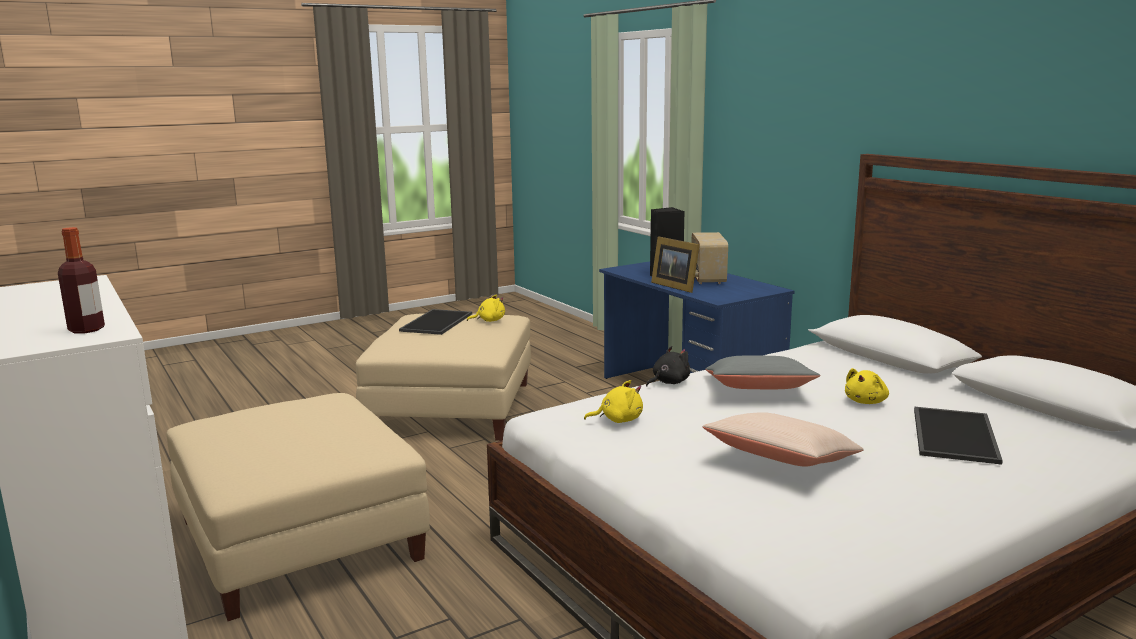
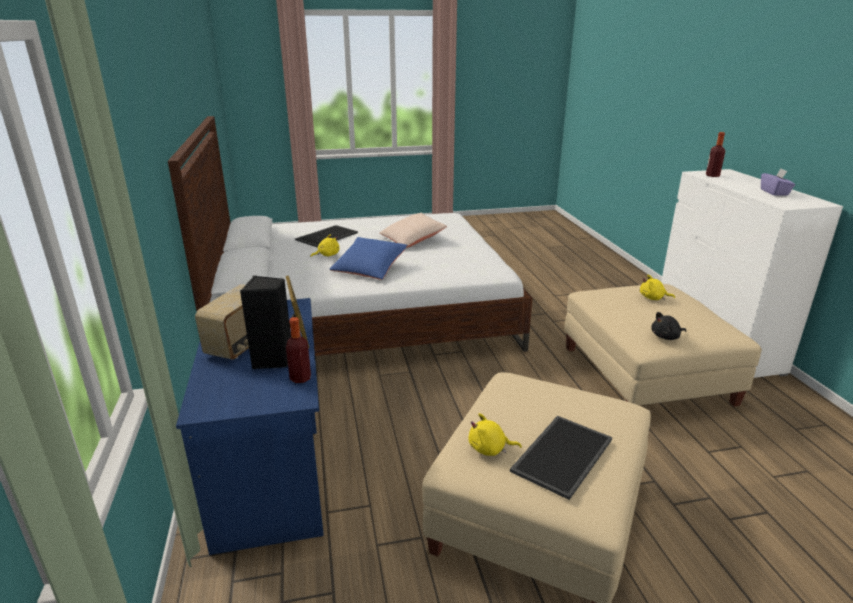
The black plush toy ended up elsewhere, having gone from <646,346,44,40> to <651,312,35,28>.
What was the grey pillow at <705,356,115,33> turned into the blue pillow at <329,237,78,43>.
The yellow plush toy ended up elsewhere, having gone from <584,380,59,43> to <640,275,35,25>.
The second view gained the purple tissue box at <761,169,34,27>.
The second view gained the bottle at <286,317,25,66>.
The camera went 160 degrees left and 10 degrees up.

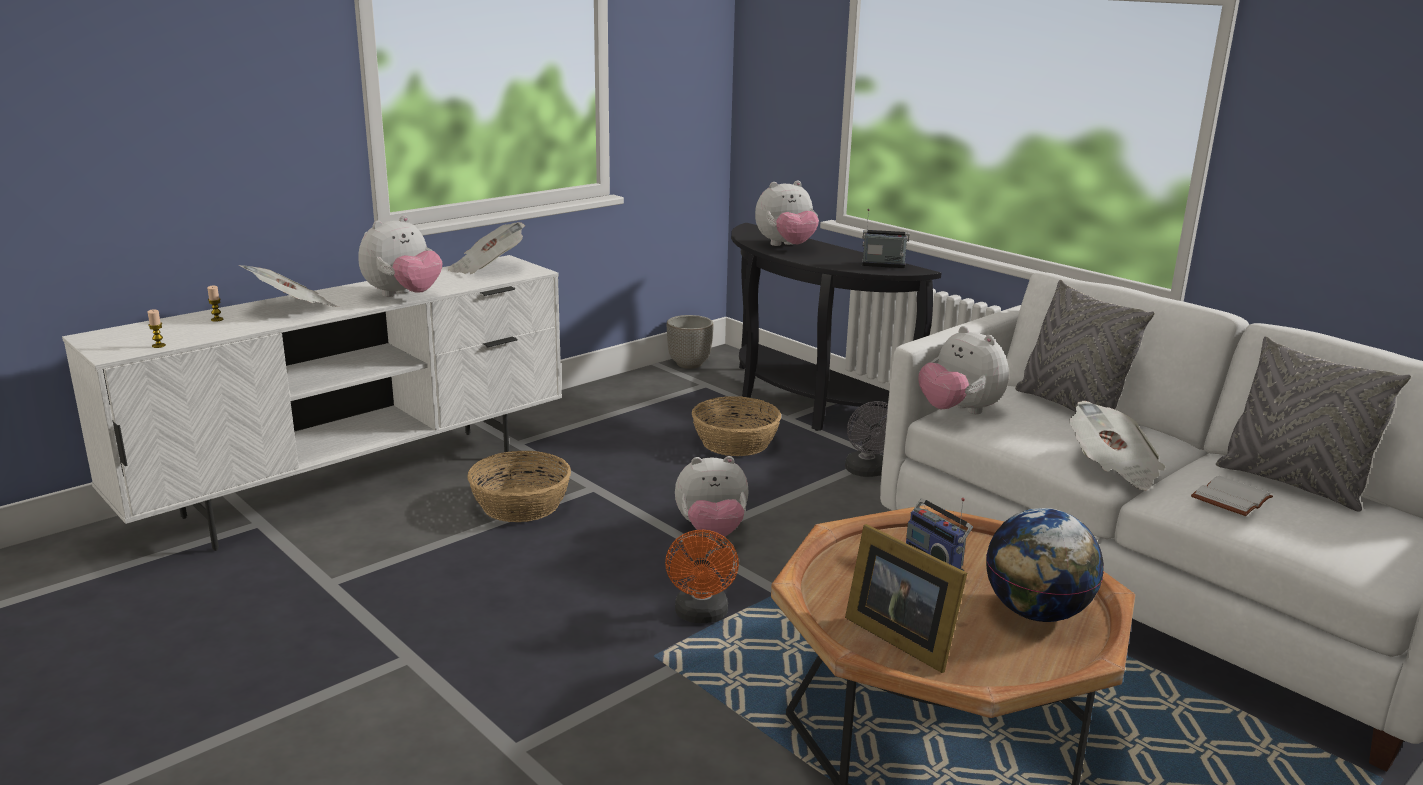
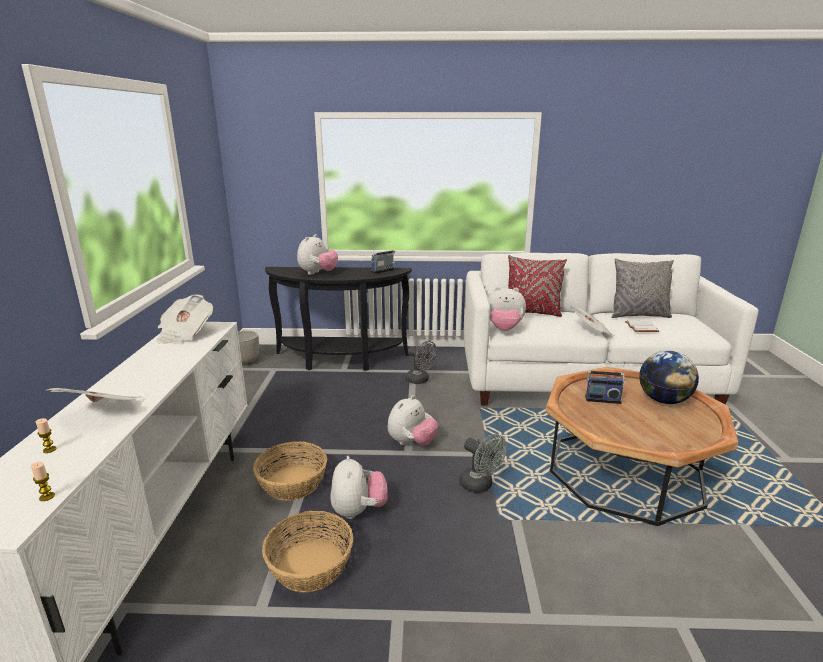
The plush toy ended up elsewhere, having gone from <358,215,85,82> to <330,456,58,63>.
What was the grey pillow at <1015,280,140,132> turned into the red pillow at <508,255,59,62>.
The basket ended up elsewhere, having gone from <692,396,89,60> to <262,511,91,82>.
The second view lost the picture frame at <845,524,122,149>.
What was the orange fan at <665,530,74,93> turned into the grey fan at <459,434,47,59>.
The camera went 45 degrees left and 0 degrees up.

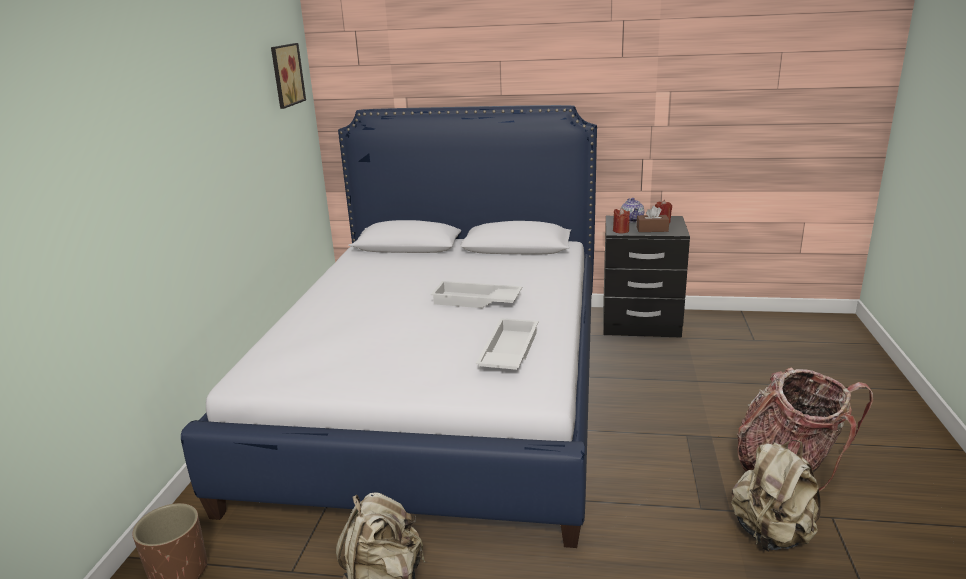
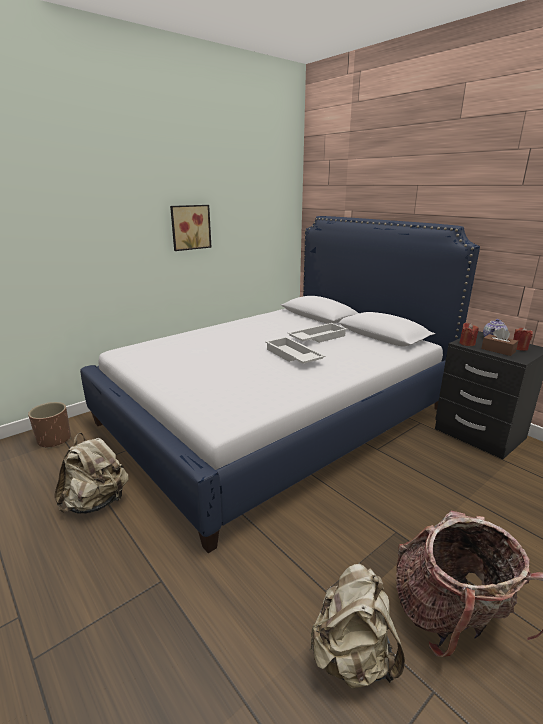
The picture ended up elsewhere, having gone from <271,43,35,66> to <170,205,41,46>.
The white tray ended up elsewhere, having gone from <476,318,63,52> to <288,323,59,20>.
The camera went 40 degrees right and 0 degrees up.

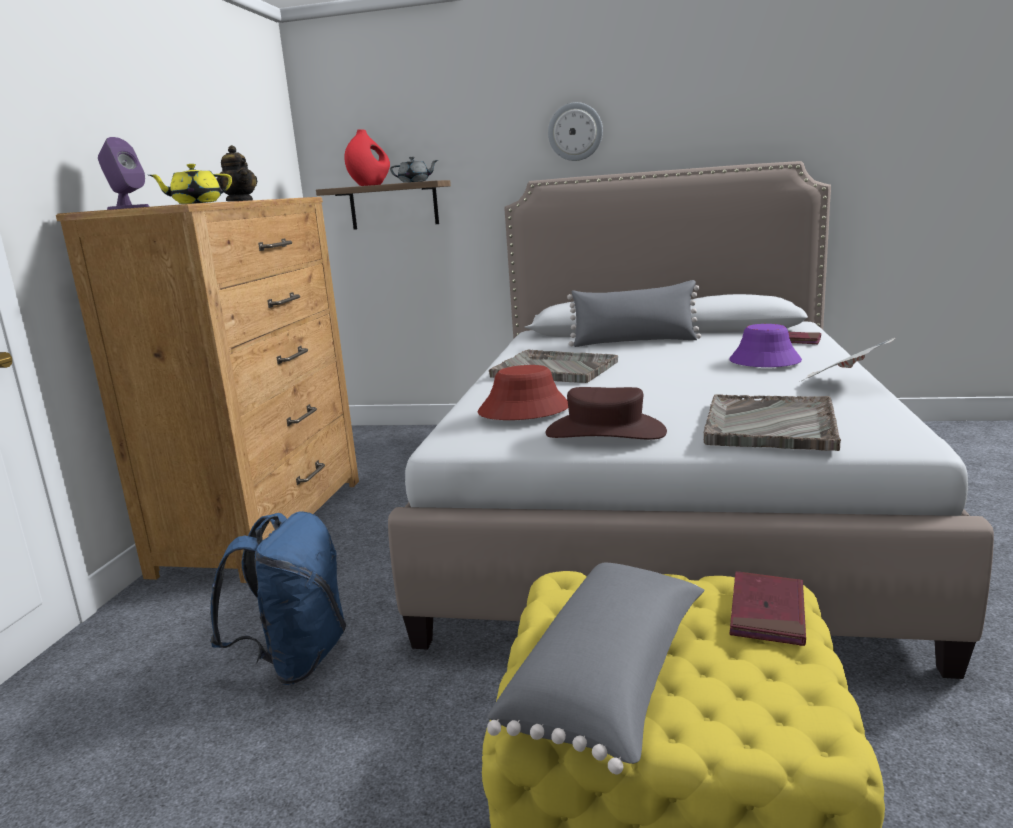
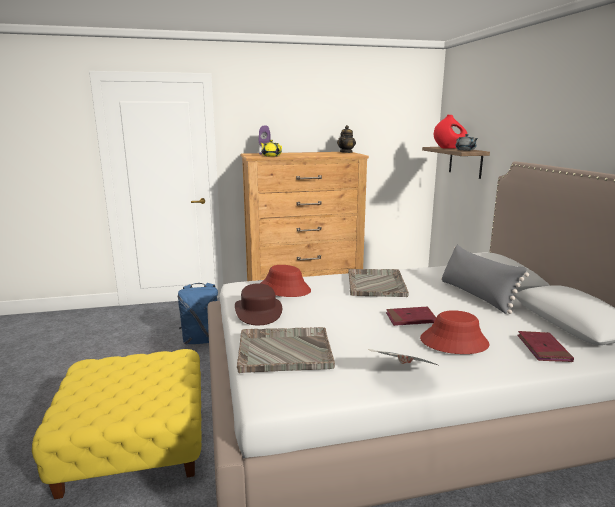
The second view lost the wall clock at <548,102,55,59>.
What was the purple hat at <729,324,73,43> turned into the red hat at <420,310,69,44>.
The second view lost the grey pillow at <487,563,217,212>.
The red book ended up elsewhere, having gone from <730,571,76,75> to <386,307,50,19>.
The camera went 65 degrees right and 0 degrees up.

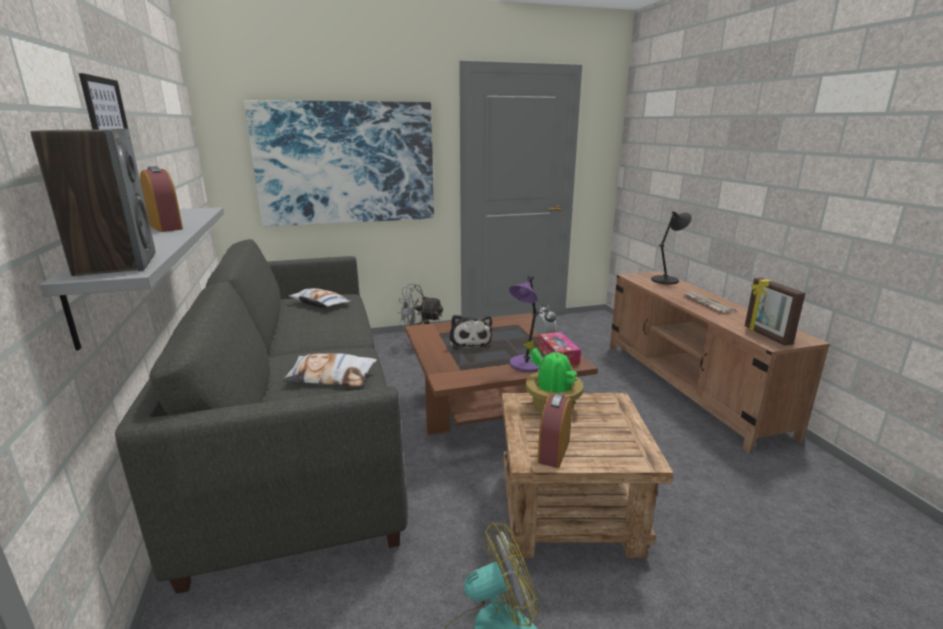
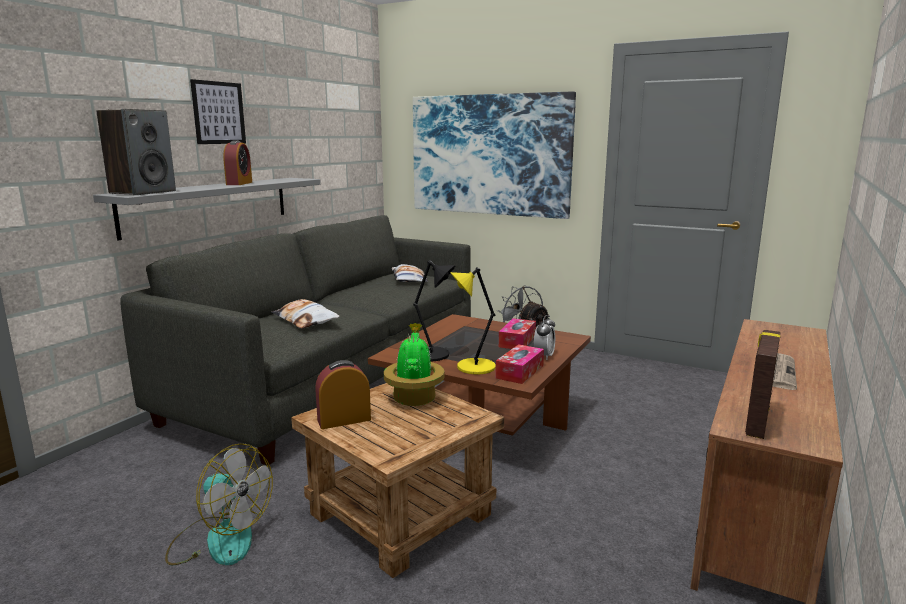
The black table lamp ended up elsewhere, having gone from <651,211,41,74> to <413,260,43,101>.
What was the purple table lamp at <509,276,30,96> turned into the yellow table lamp at <450,267,46,108>.
The second view lost the plush toy at <449,315,43,35>.
The second view gained the tissue box at <499,318,37,31>.
The camera went 45 degrees right and 5 degrees down.

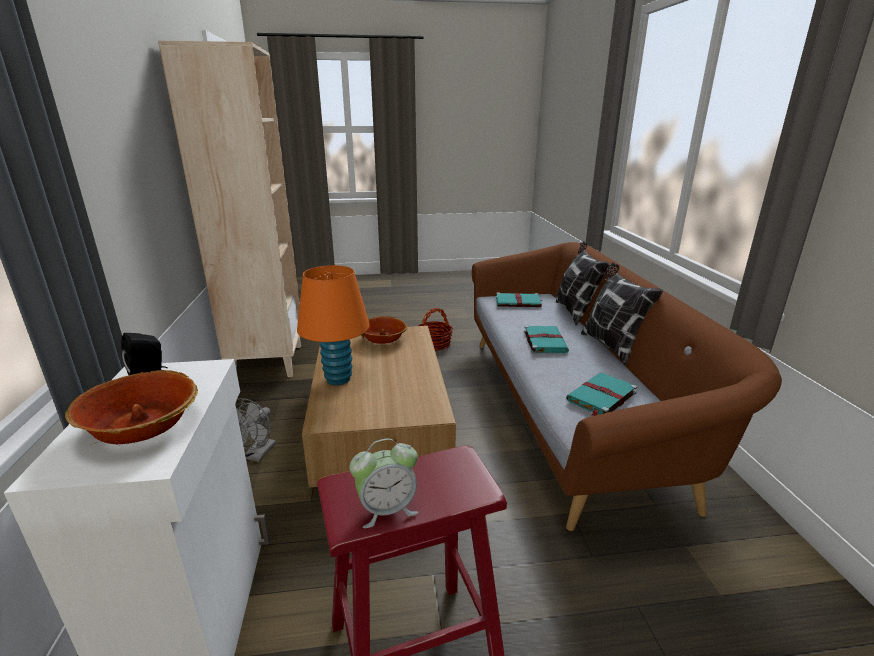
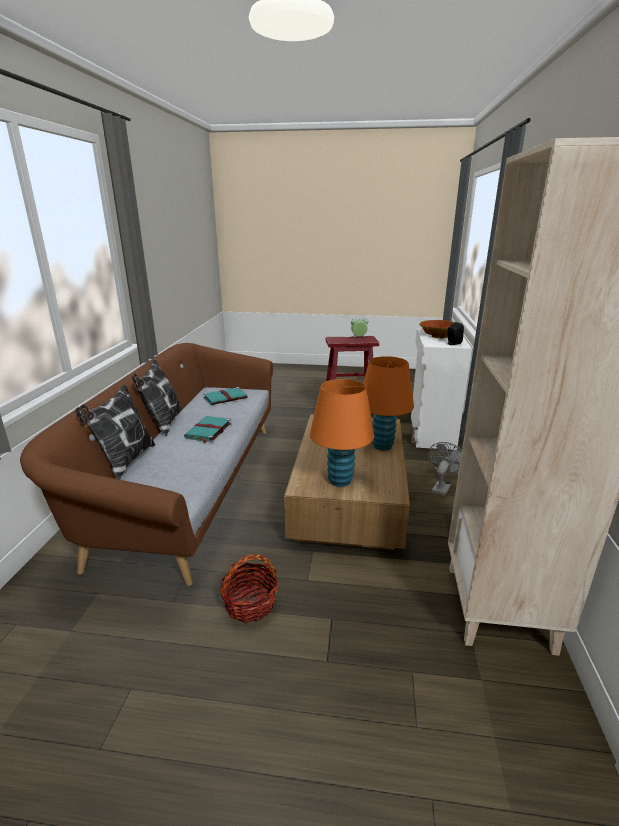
The second view lost the turquoise book at <496,292,46,15>.
Where the bowl stood at <361,316,47,28>, the orange table lamp came to stand at <310,379,64,108>.
The camera went 165 degrees left and 0 degrees up.

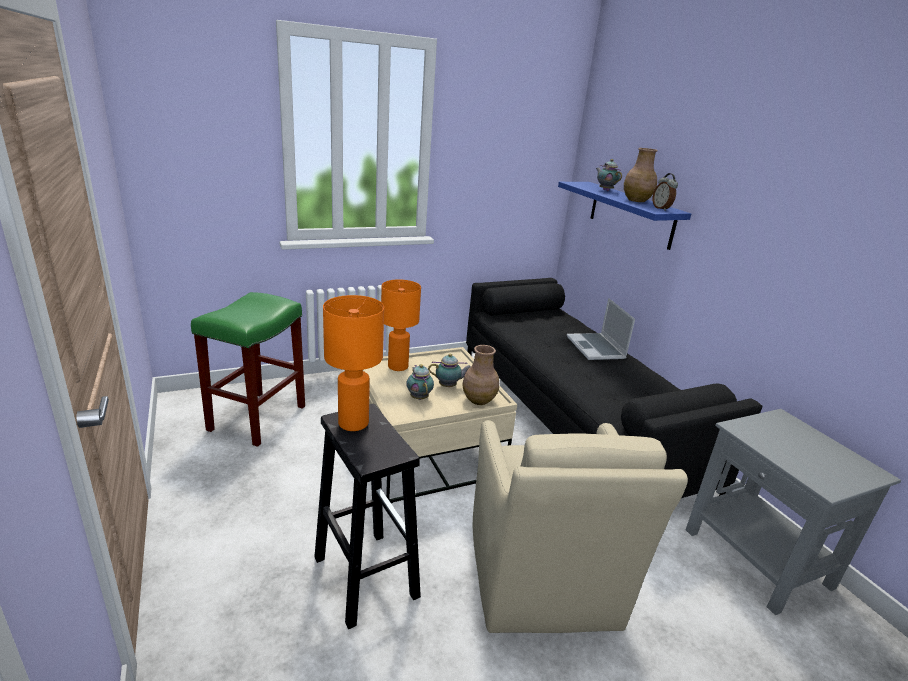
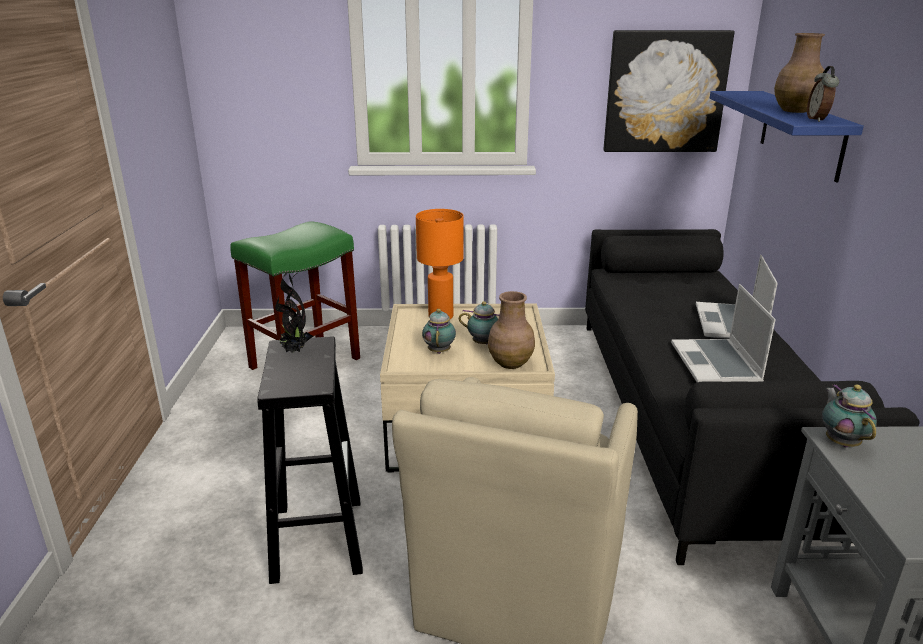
The teapot ended up elsewhere, having gone from <596,159,26,32> to <822,385,55,62>.
Where the orange table lamp stood at <323,295,61,136>, the potted plant came to stand at <275,272,39,81>.
The second view gained the picture at <604,30,131,122>.
The second view gained the laptop at <671,284,105,98>.
The camera went 25 degrees right and 0 degrees up.

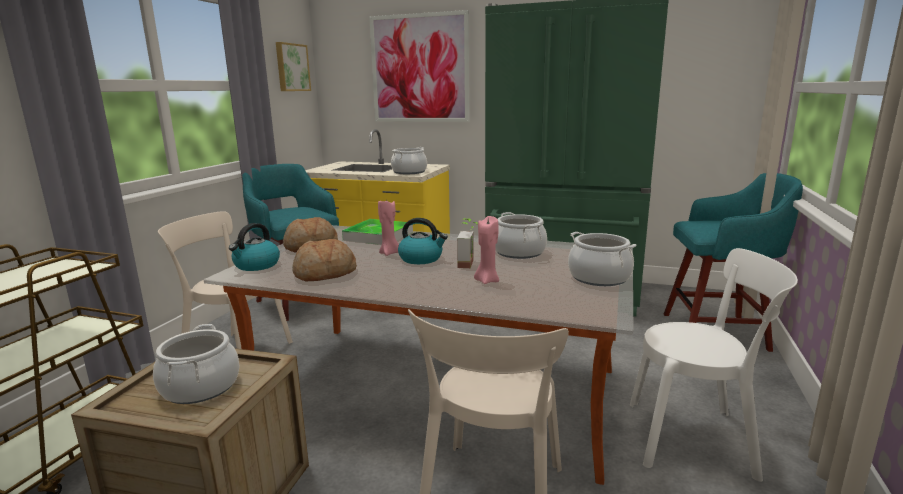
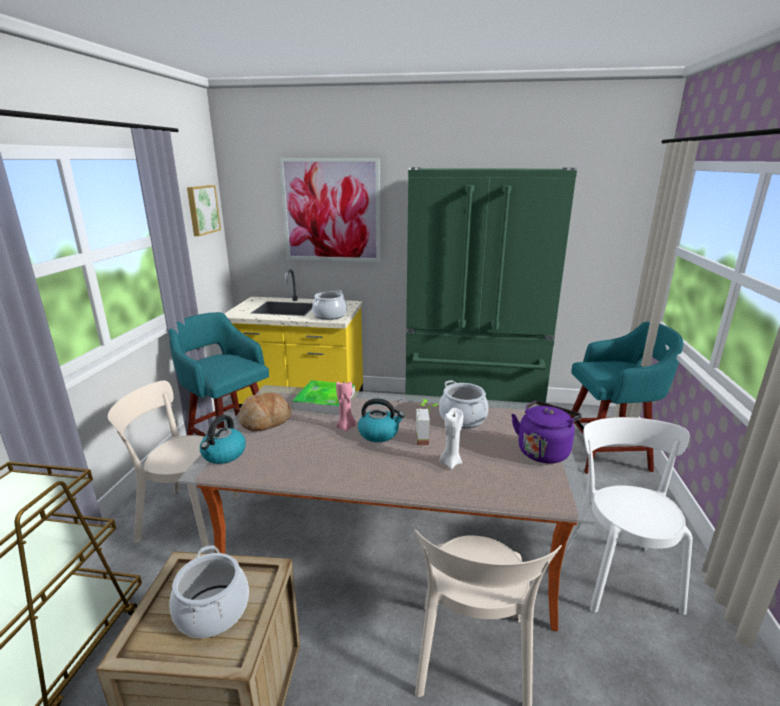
What was the pink candle at <474,216,25,68> turned into the white candle at <439,408,24,61>.
Where the cooking pot stood at <568,232,68,54>, the purple kettle came to stand at <511,401,71,63>.
The second view lost the bread at <292,239,65,42>.
The white chair at <630,248,168,234> ended up facing another way, 90 degrees counterclockwise from before.
The camera went 10 degrees left and 5 degrees up.

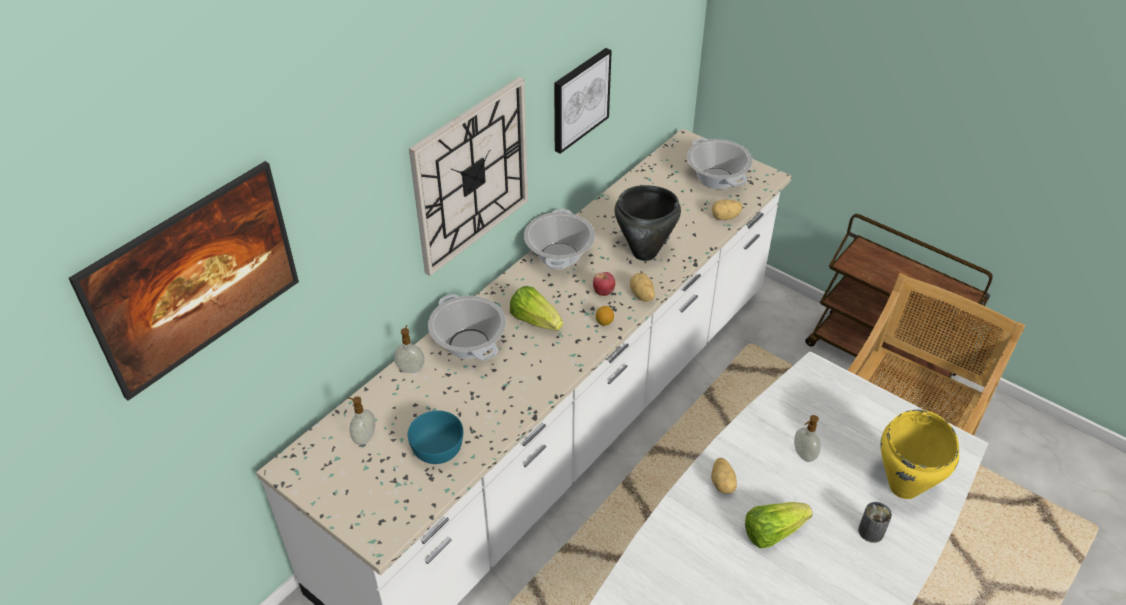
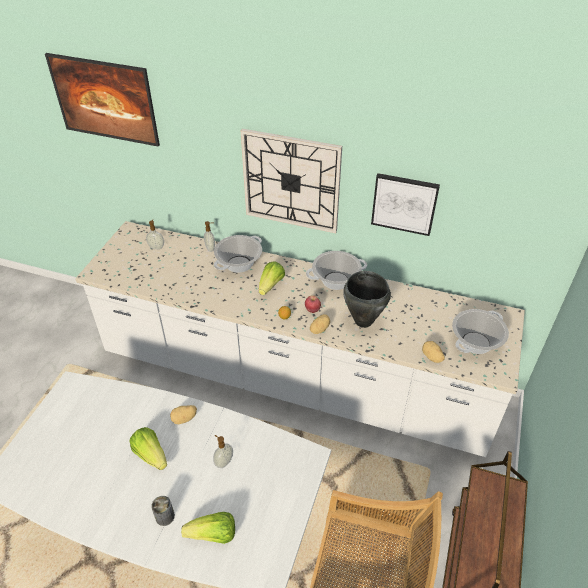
The second view lost the turquoise bowl at <408,410,55,54>.
Where the yellow cooking pot stood at <881,410,78,89>, the lettuce came to stand at <181,512,54,32>.
The camera went 70 degrees right and 0 degrees up.

